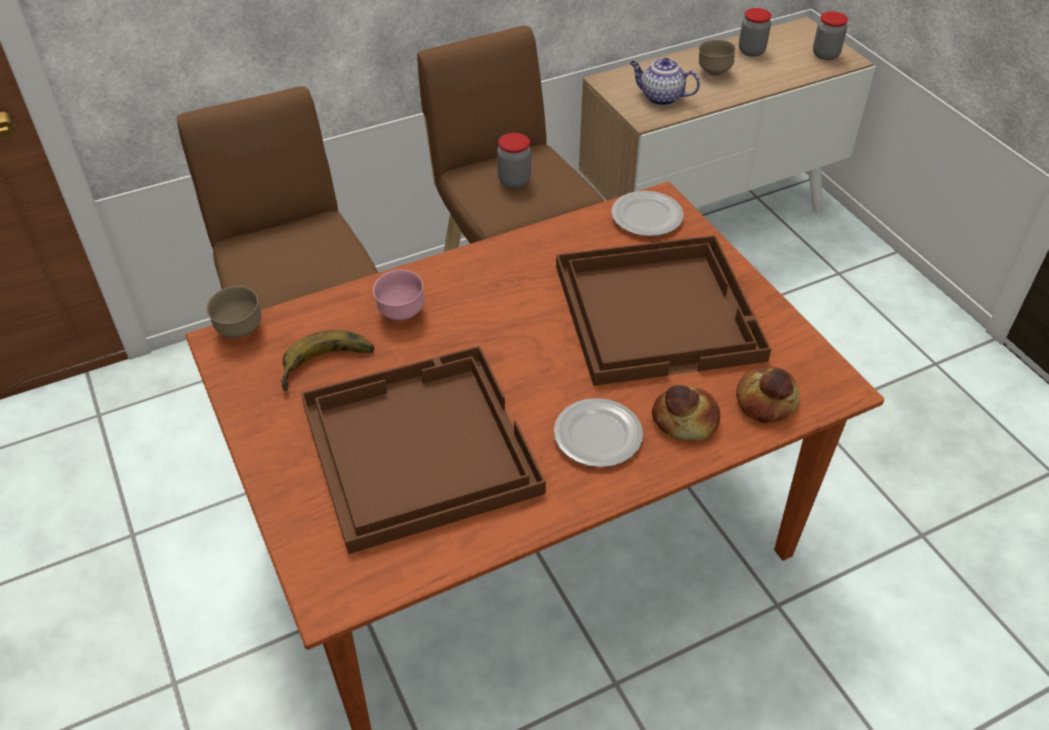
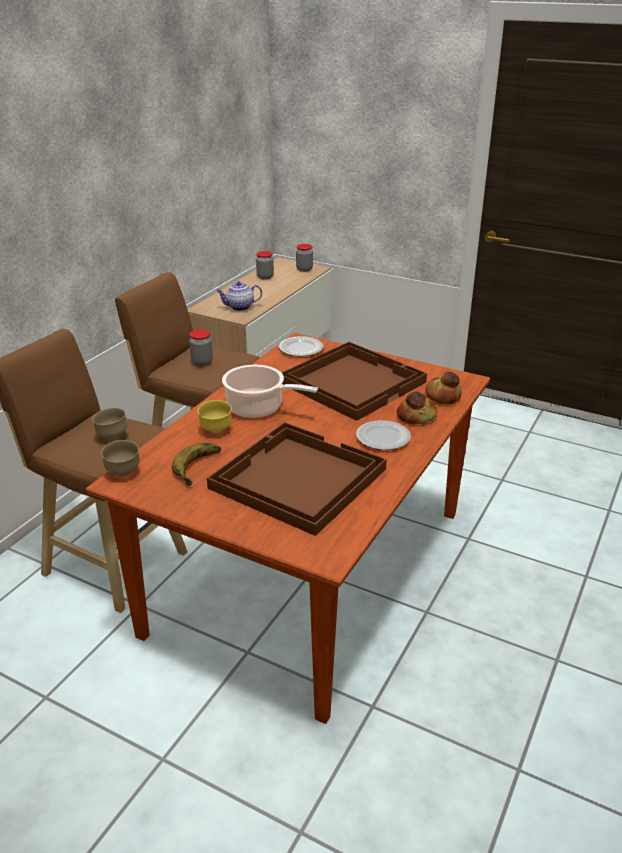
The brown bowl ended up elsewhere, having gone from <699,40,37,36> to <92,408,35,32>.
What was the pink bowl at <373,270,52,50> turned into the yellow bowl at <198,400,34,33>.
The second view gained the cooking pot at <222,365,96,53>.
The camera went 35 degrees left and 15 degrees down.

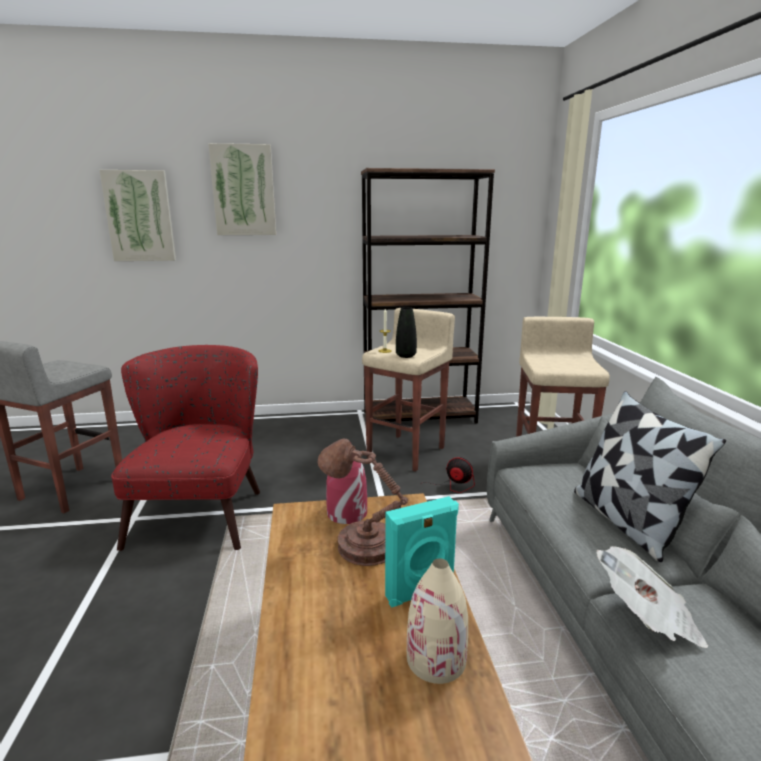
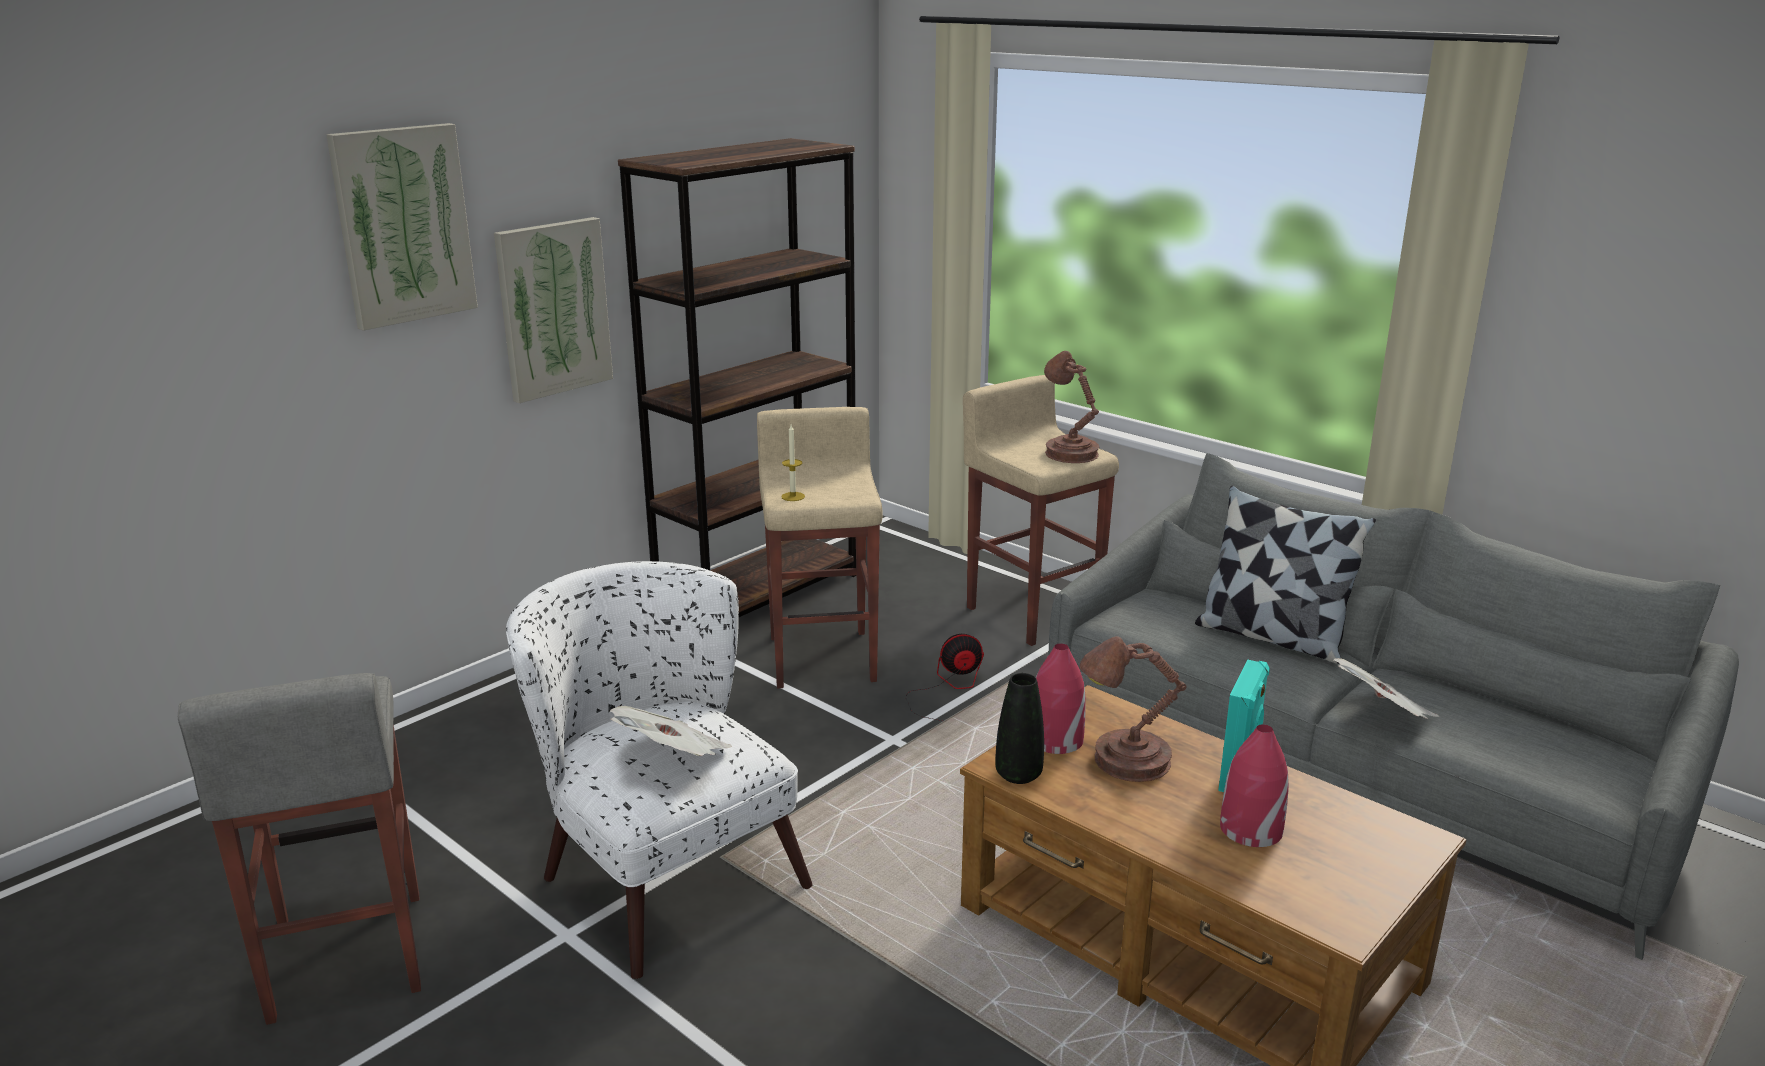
The picture ended up elsewhere, having gone from <99,170,77,91> to <494,217,119,186>.
The black vase ended up elsewhere, having gone from <396,307,21,51> to <995,673,49,111>.
What was the red armchair at <111,345,149,206> turned into the white armchair at <506,561,307,418>.
The second view lost the beige vase at <407,558,61,126>.
The second view gained the brown table lamp at <1044,351,55,112>.
The second view gained the newspaper at <610,706,122,50>.
The second view gained the red vase at <1220,724,69,123>.
The camera went 40 degrees left and 5 degrees up.

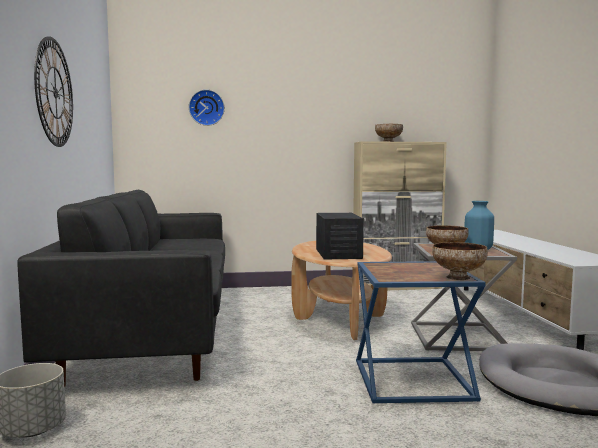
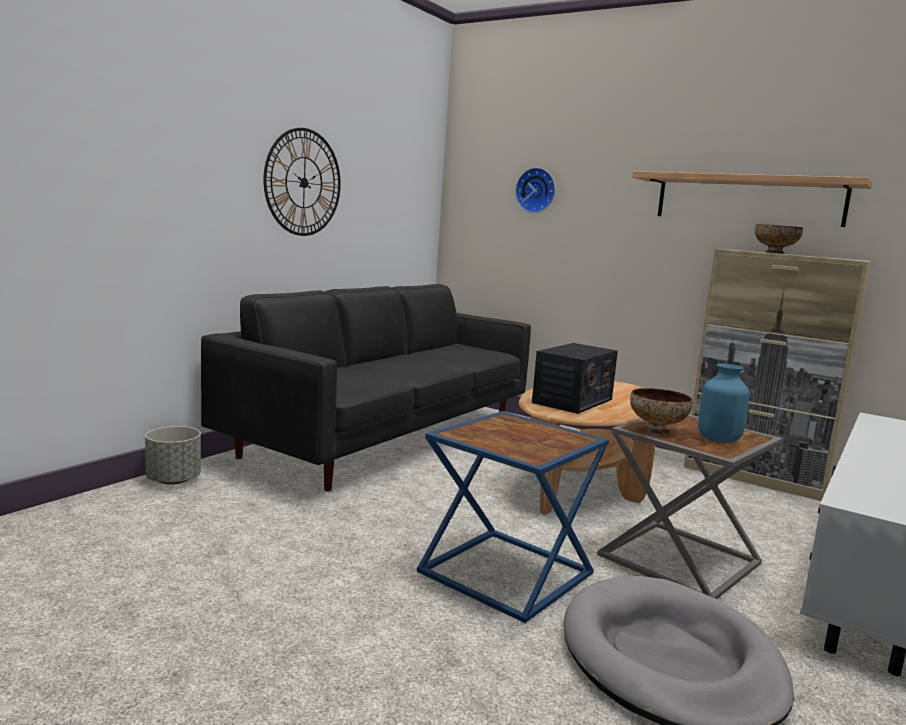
The second view lost the bowl at <432,242,56,38>.
The second view gained the shelf at <632,171,240,56>.
The camera went 40 degrees right and 5 degrees up.

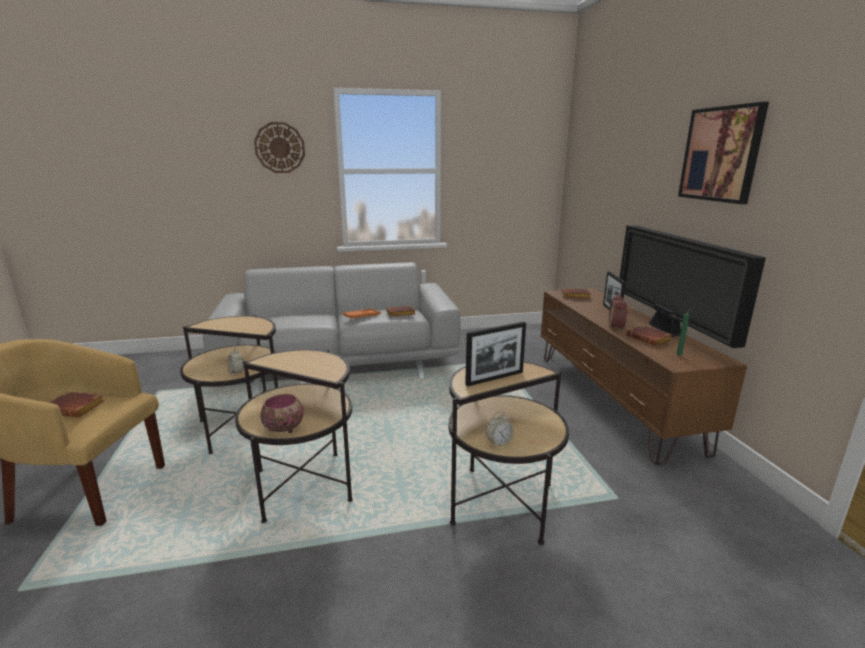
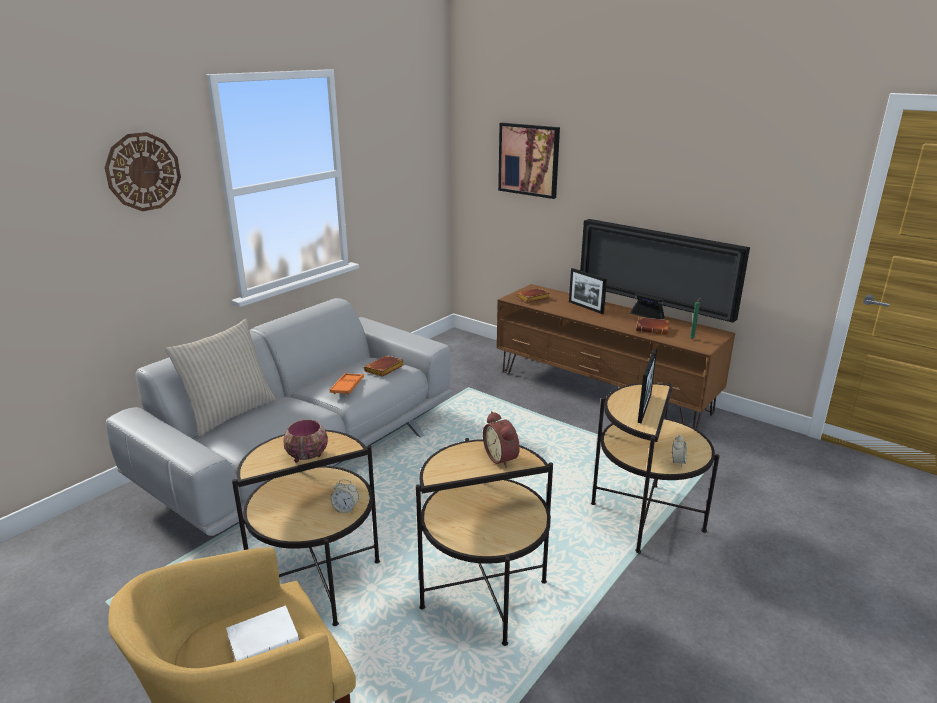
The picture ended up elsewhere, having gone from <678,102,91,102> to <498,123,62,76>.
The alarm clock ended up elsewhere, having gone from <609,295,19,35> to <483,411,37,57>.
What was the brown book at <49,391,56,27> turned into the white book at <226,605,73,57>.
The bowl ended up elsewhere, having gone from <260,394,44,39> to <283,419,45,44>.
The second view gained the beige pillow at <165,319,112,118>.
The camera went 40 degrees left and 5 degrees up.

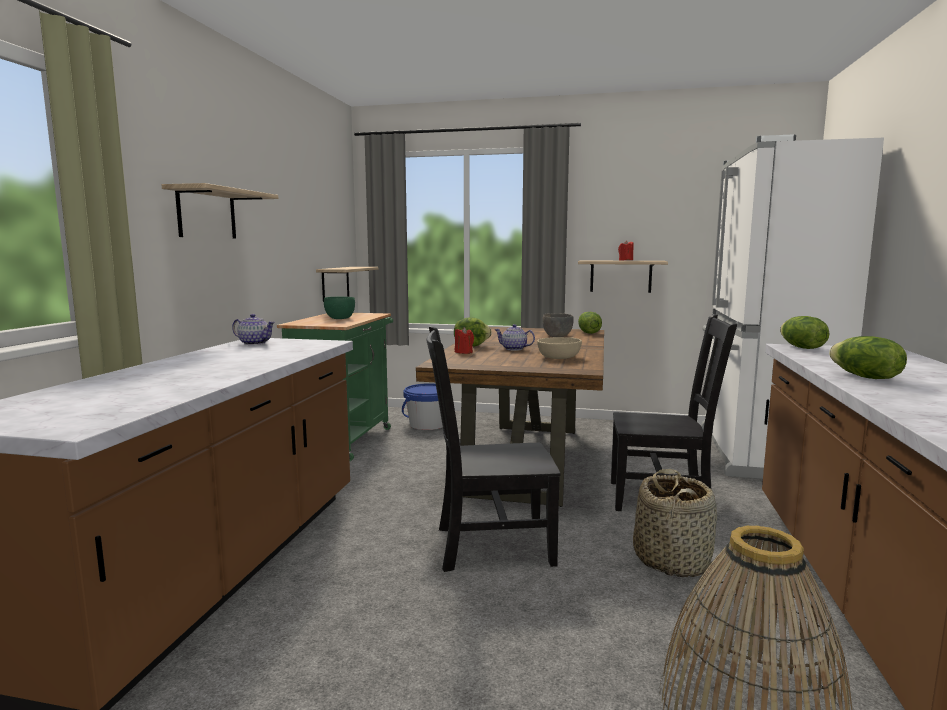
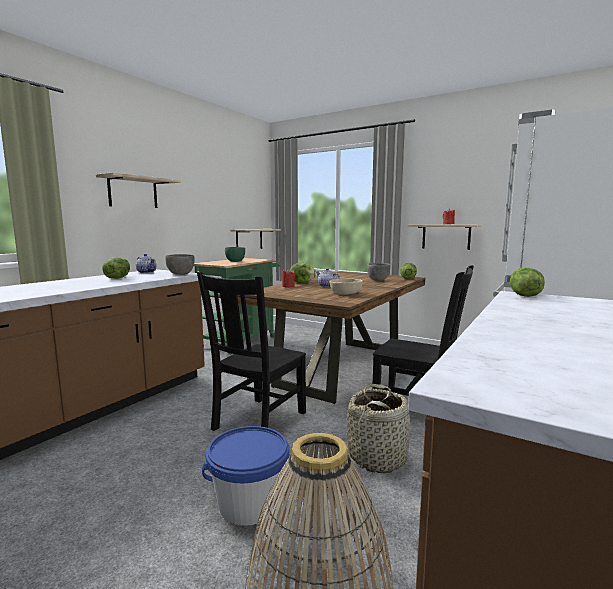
The black chair at <426,326,134,246> ended up facing another way, 75 degrees counterclockwise from before.
The lettuce ended up elsewhere, having gone from <829,336,78,43> to <102,257,28,22>.
The blue bucket ended up elsewhere, having gone from <402,383,41,47> to <202,426,87,100>.
The second view gained the grey bowl at <165,254,30,21>.
The camera went 20 degrees right and 0 degrees up.

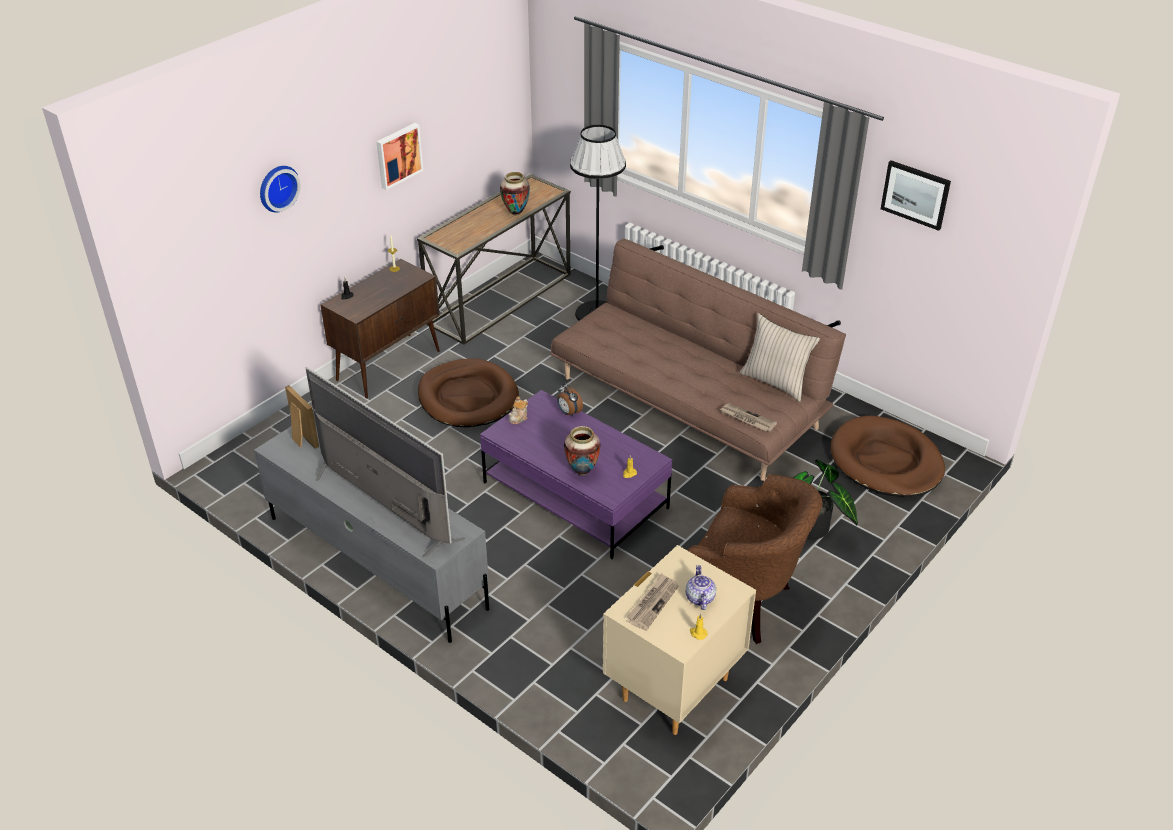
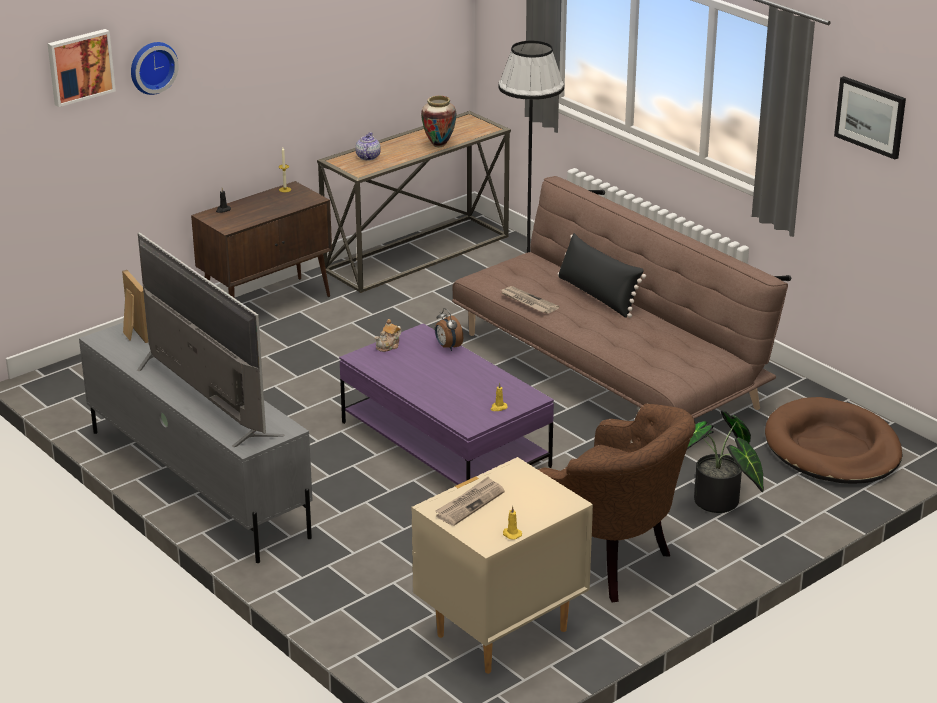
The picture ended up elsewhere, having gone from <376,123,47,67> to <47,29,69,78>.
The second view lost the beige pillow at <740,313,80,89>.
The second view lost the brown dog bed at <418,359,101,69>.
The newspaper ended up elsewhere, having gone from <720,403,57,29> to <499,286,60,28>.
The second view lost the vase at <564,426,37,50>.
The teapot ended up elsewhere, having gone from <686,565,30,45> to <355,132,26,29>.
The second view gained the black pillow at <558,233,88,85>.
The camera went 10 degrees right and 10 degrees down.

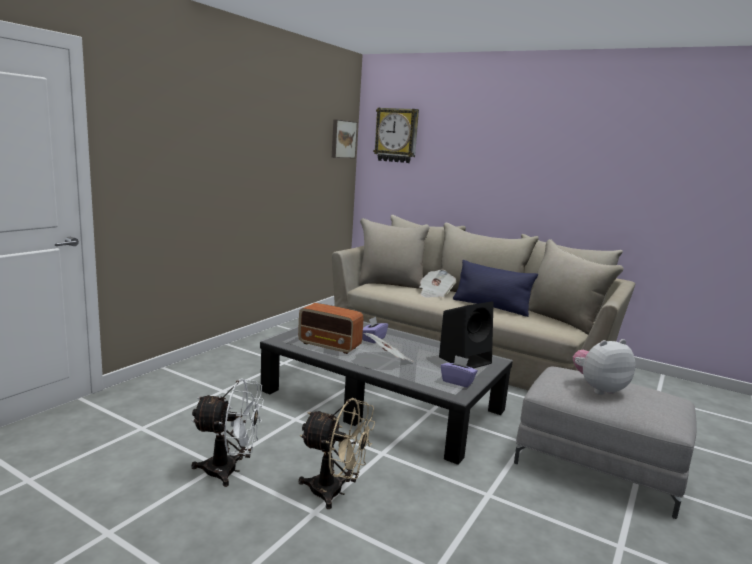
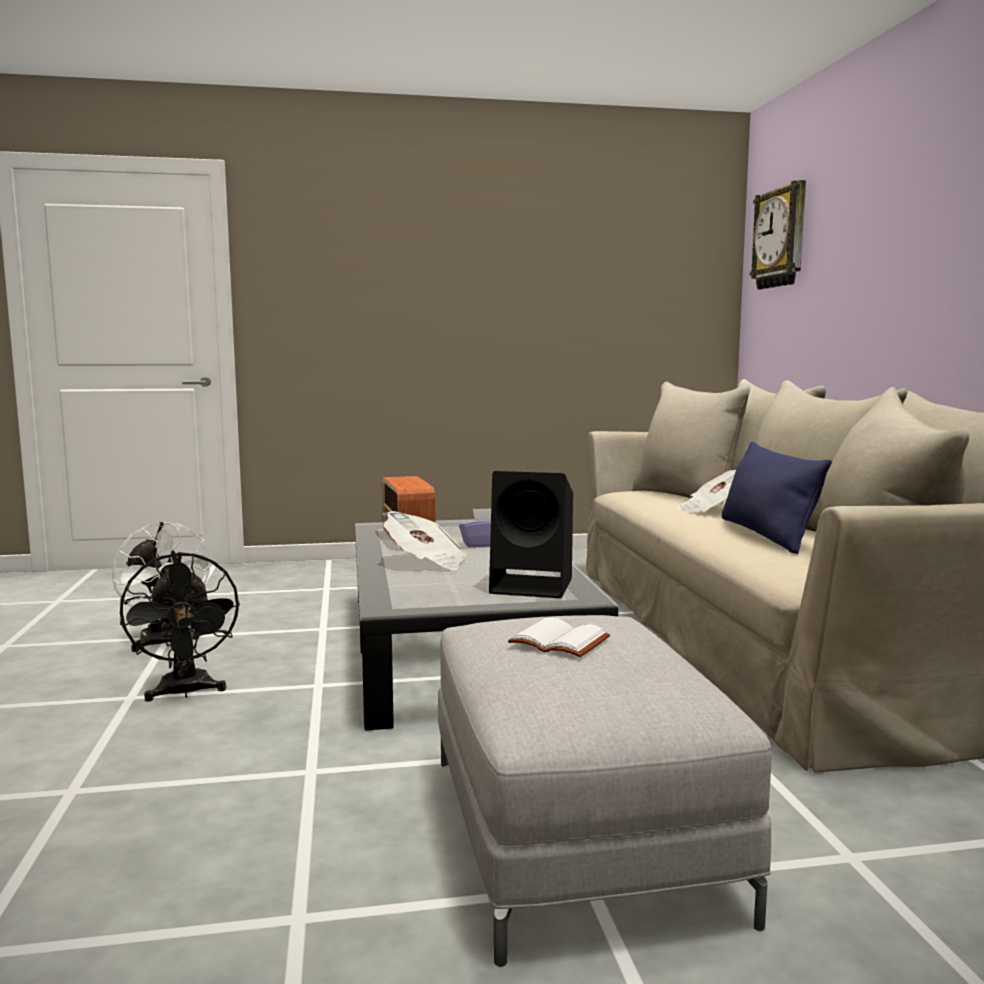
The second view lost the picture at <332,119,26,39>.
Where the plush toy stood at <573,339,62,56>, the white book came to stand at <508,618,102,39>.
The second view lost the purple tissue box at <441,355,37,33>.
What was the beige fan at <299,398,76,111> turned into the black fan at <120,552,120,150>.
The camera went 50 degrees right and 5 degrees down.

